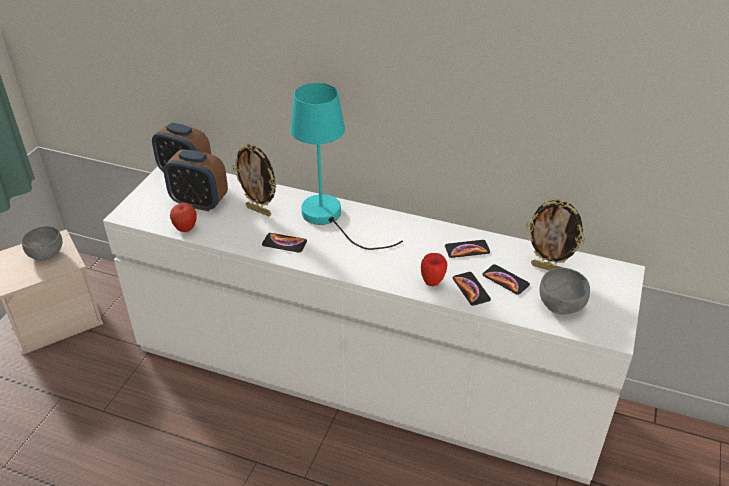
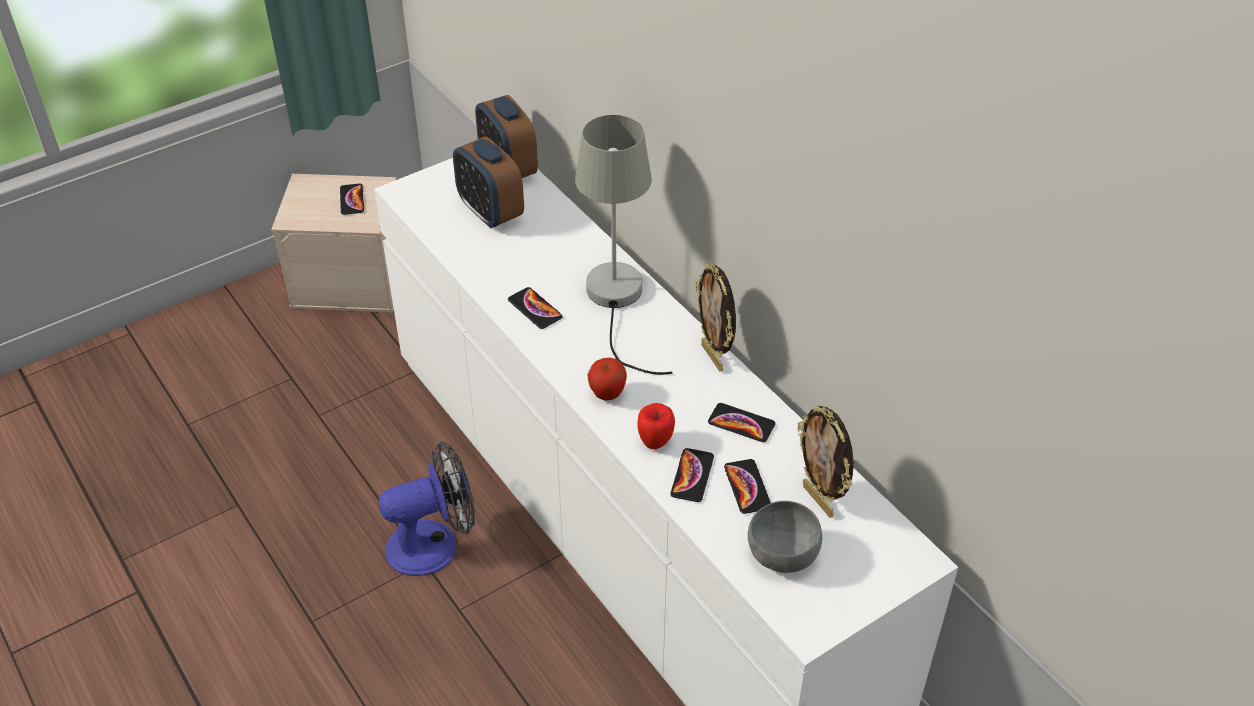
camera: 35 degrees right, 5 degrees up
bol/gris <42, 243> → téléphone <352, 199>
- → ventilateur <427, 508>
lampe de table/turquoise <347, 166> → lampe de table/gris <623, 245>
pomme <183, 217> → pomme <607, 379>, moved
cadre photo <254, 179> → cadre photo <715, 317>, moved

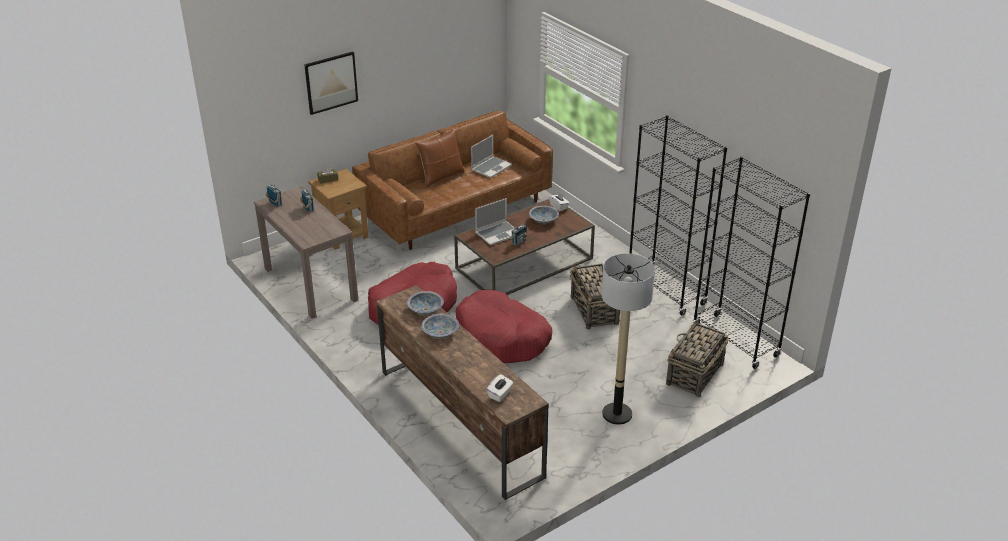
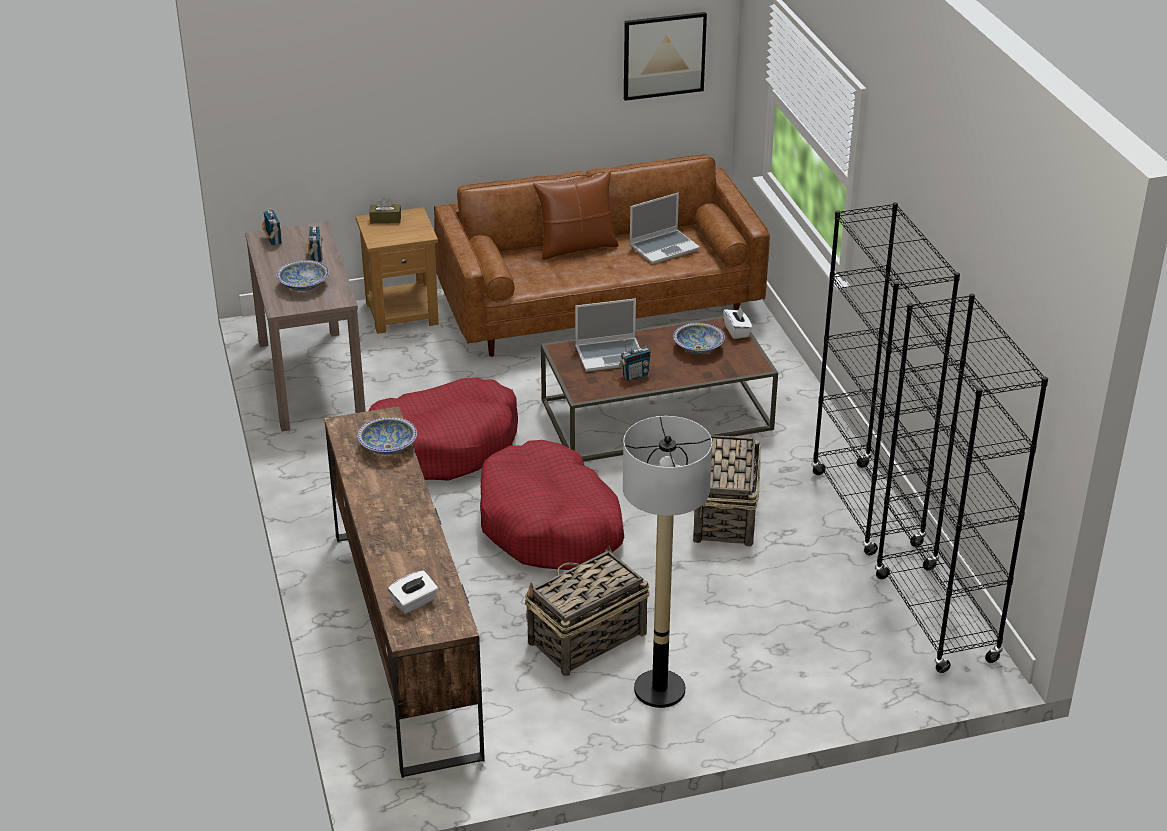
camera: 20 degrees right, 0 degrees up
bol <440, 326> → bol <302, 275>, moved
panier <697, 359> → panier <587, 610>, moved
tableau <331, 83> → tableau <665, 56>, moved

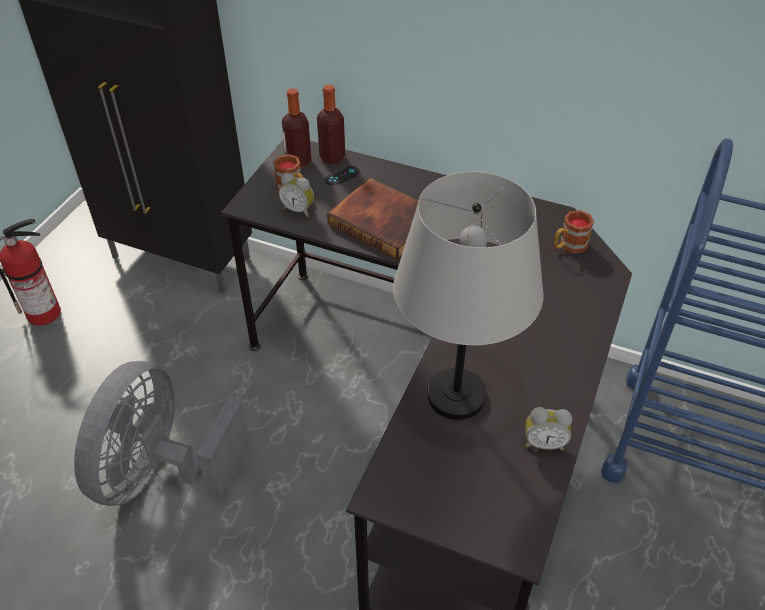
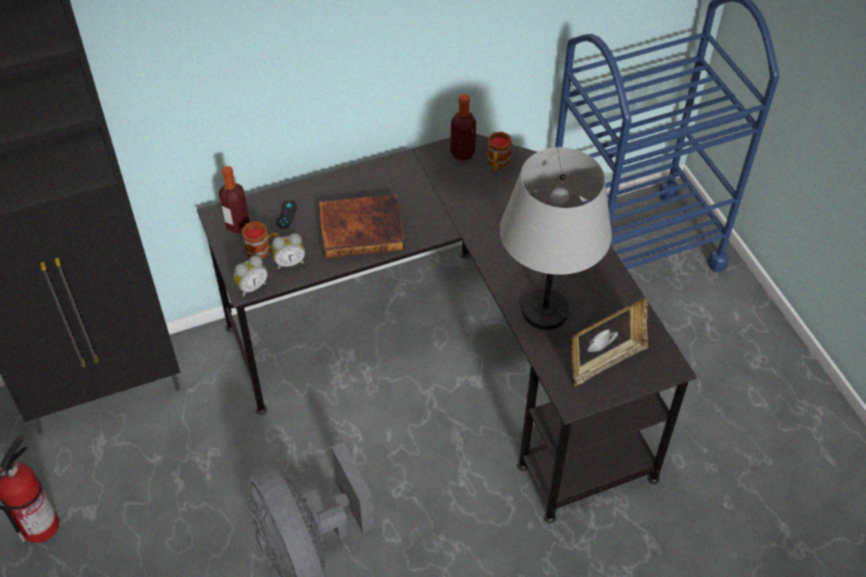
camera: 45 degrees left, 5 degrees up
réveil <548, 429> → réveil <250, 276>, moved
bouteille <331, 124> → bouteille <463, 127>, moved
- → cadre photo <610, 342>

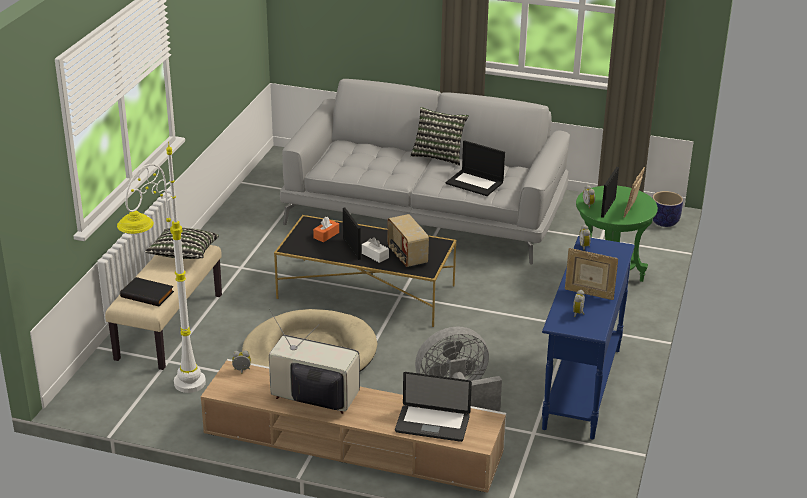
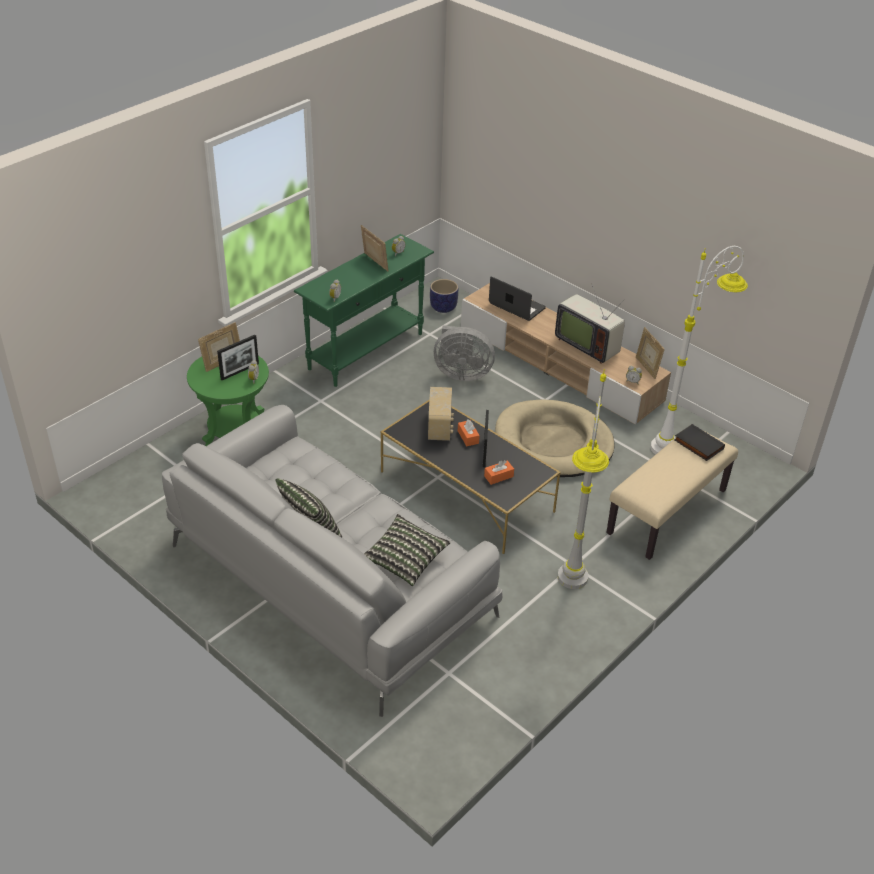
camera: 155 degrees left, 10 degrees up
table console/bleu <588, 338> → table console/vert <364, 310>
coussin <182, 243> → coussin <407, 550>, moved
cache-pot <667, 209> → cache-pot <444, 296>, moved
boîte à mouchoirs/blanc <375, 250> → boîte à mouchoirs/orange <469, 432>
- → lampadaire/gris <583, 479>
- → cadre photo <650, 353>
ordinateur portable <475, 168> → -

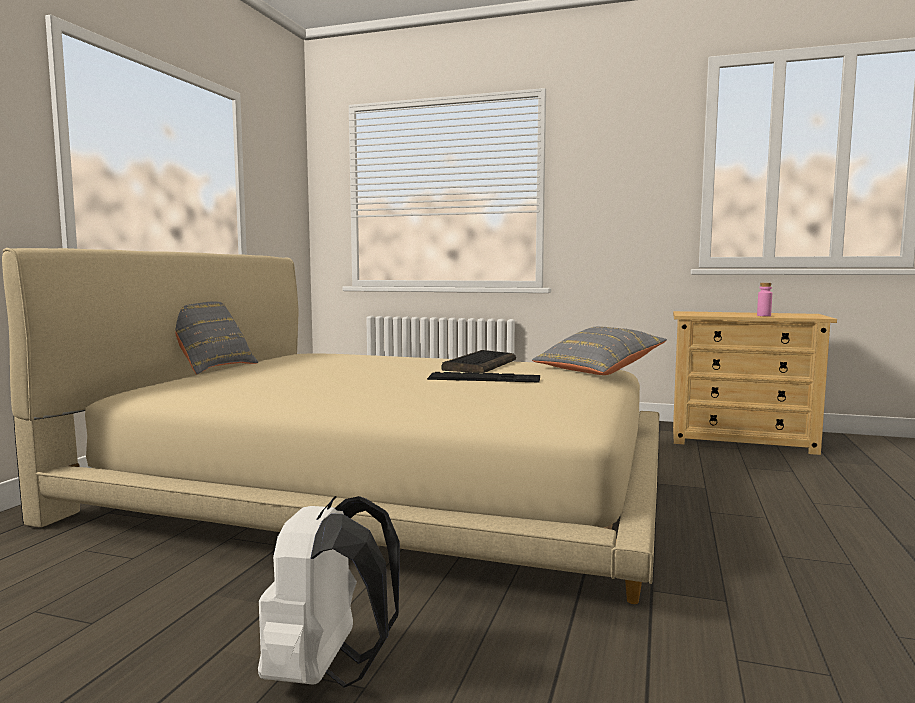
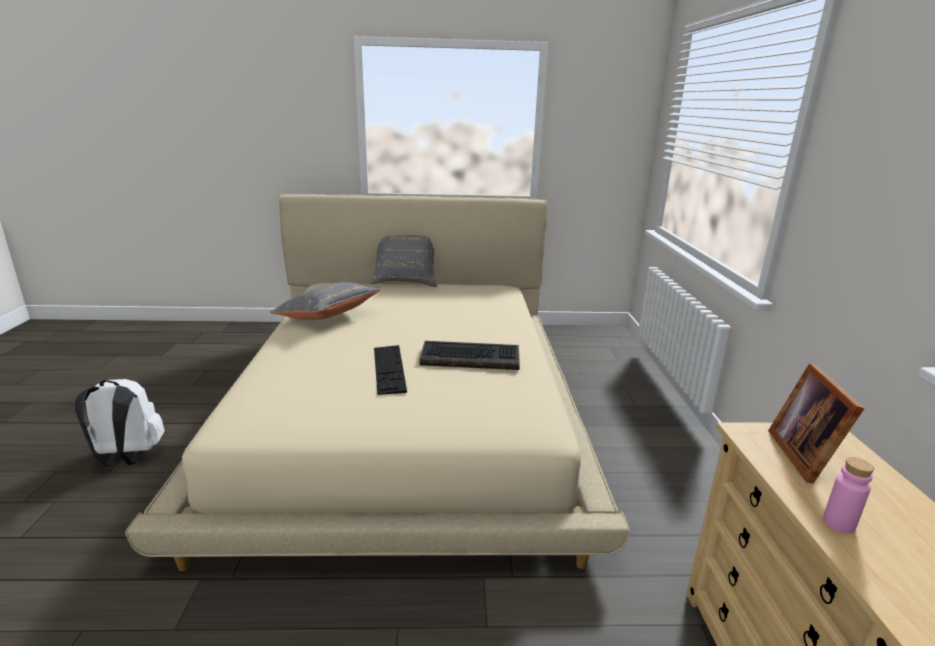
camera: 70 degrees right, 15 degrees up
coussin/gris <599, 350> → coussin/gris <325, 301>, moved
- → cadre photo <816, 423>

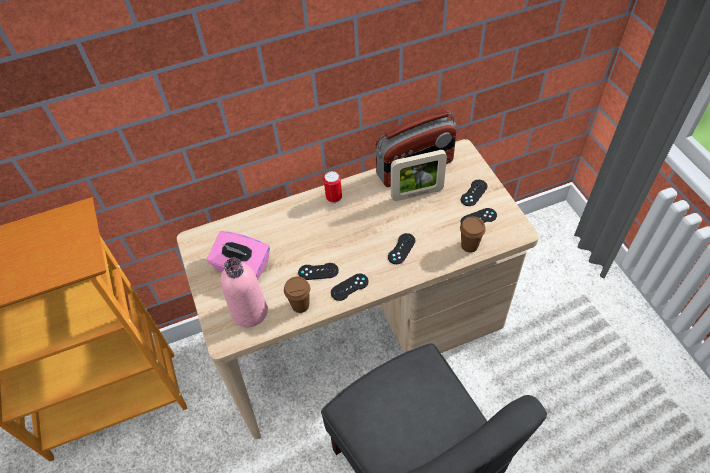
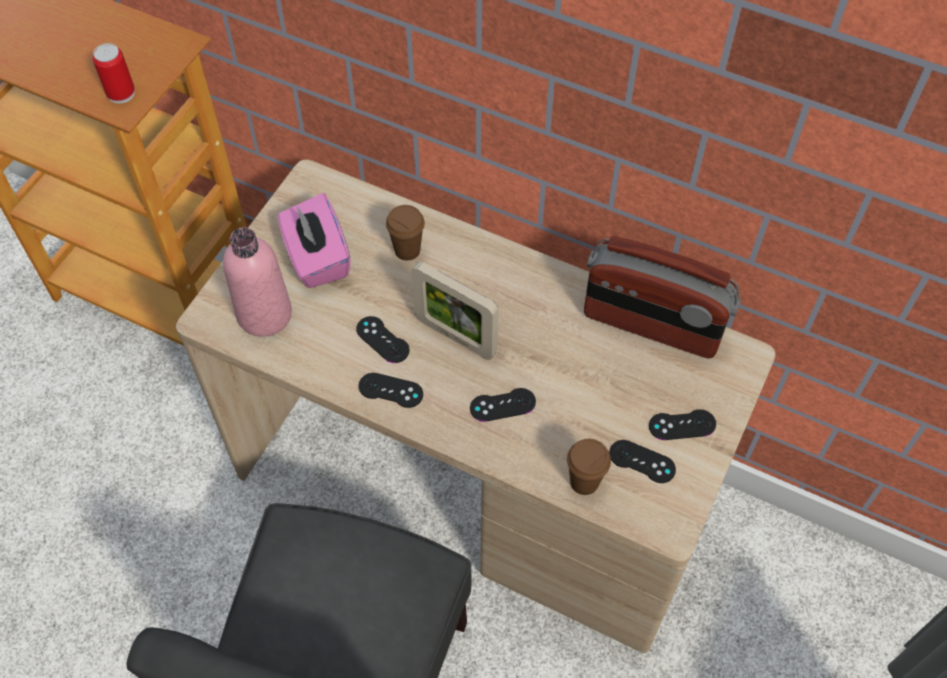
camera: 45 degrees right, 5 degrees up
boîte métallique <333, 187> → boîte métallique <114, 73>, moved
tasse/marron <297, 295> → tasse/marron <405, 233>, moved
cadre photo <419, 175> → cadre photo <455, 311>, moved

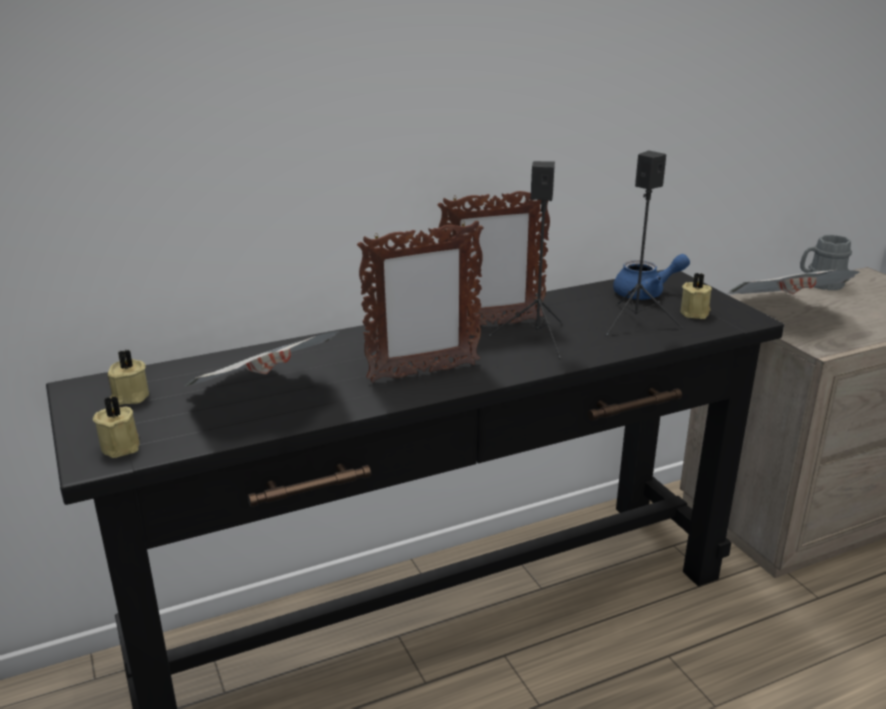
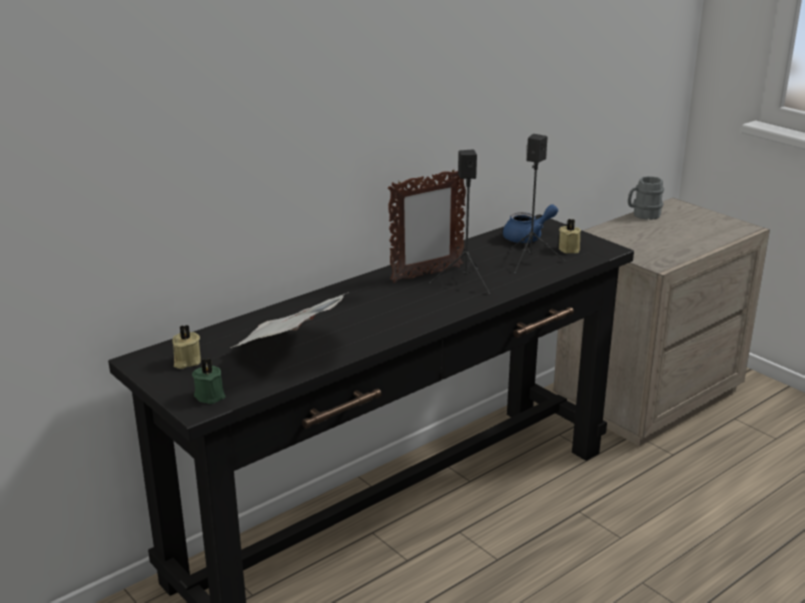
camera: 15 degrees left, 0 degrees up
bougie/beige <116, 427> → bougie/vert <208, 381>
cadre photo <420, 301> → -
journal <794, 281> → -

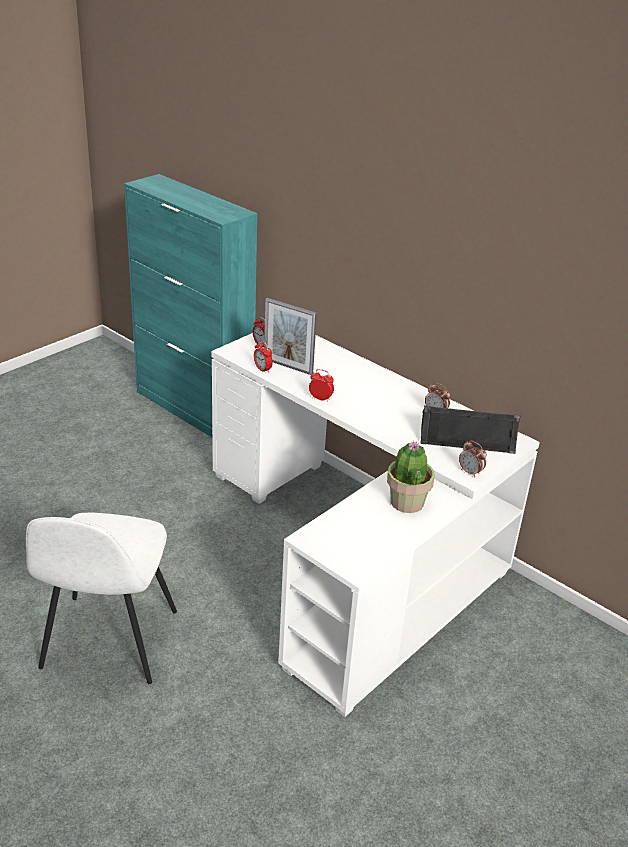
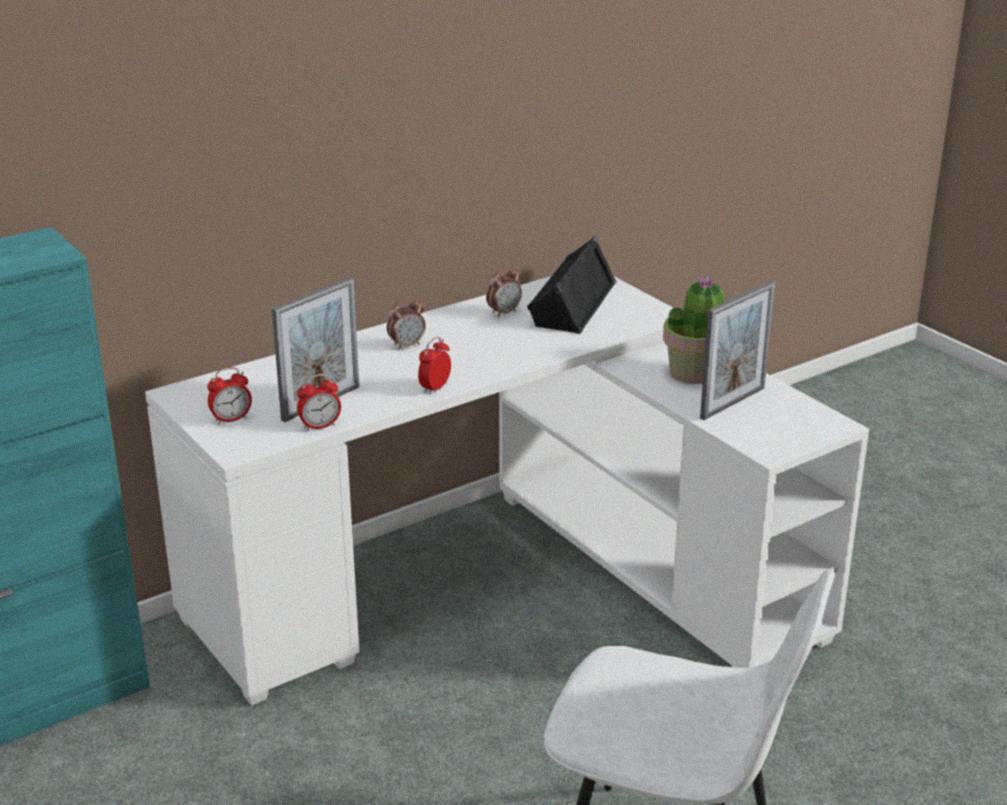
camera: 75 degrees left, 5 degrees down
réveil <473, 459> → réveil <406, 323>, moved
- → cadre photo <737, 350>

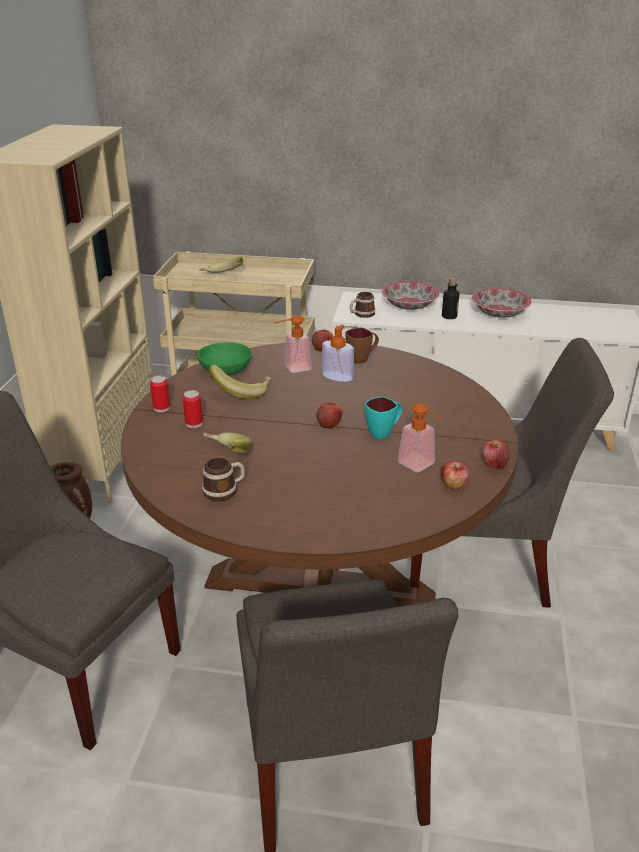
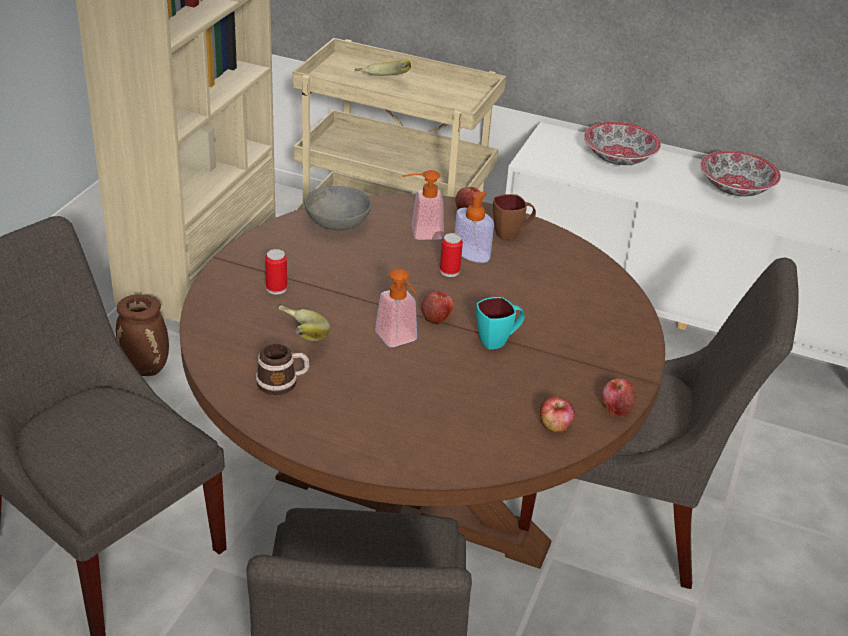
camera: 10 degrees right, 5 degrees up
bol/vert <224, 358> → bol/gris <338, 208>
distributeur de savon <419, 437> → distributeur de savon <396, 307>, moved
boîte métallique <160, 394> → boîte métallique <451, 255>, moved
banane <240, 382> → -
mug <363, 305> → -
bouteille <450, 298> → -

